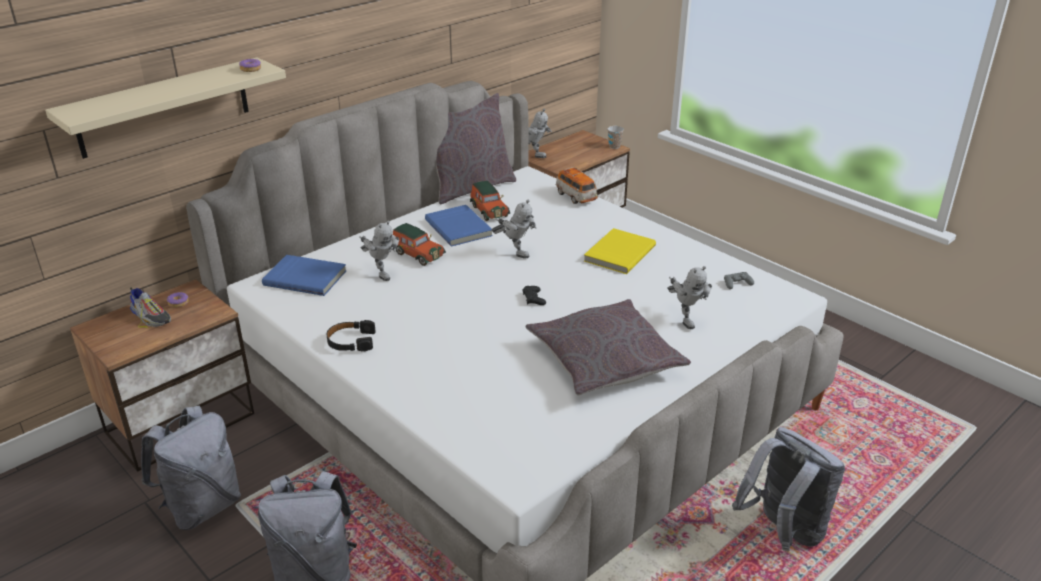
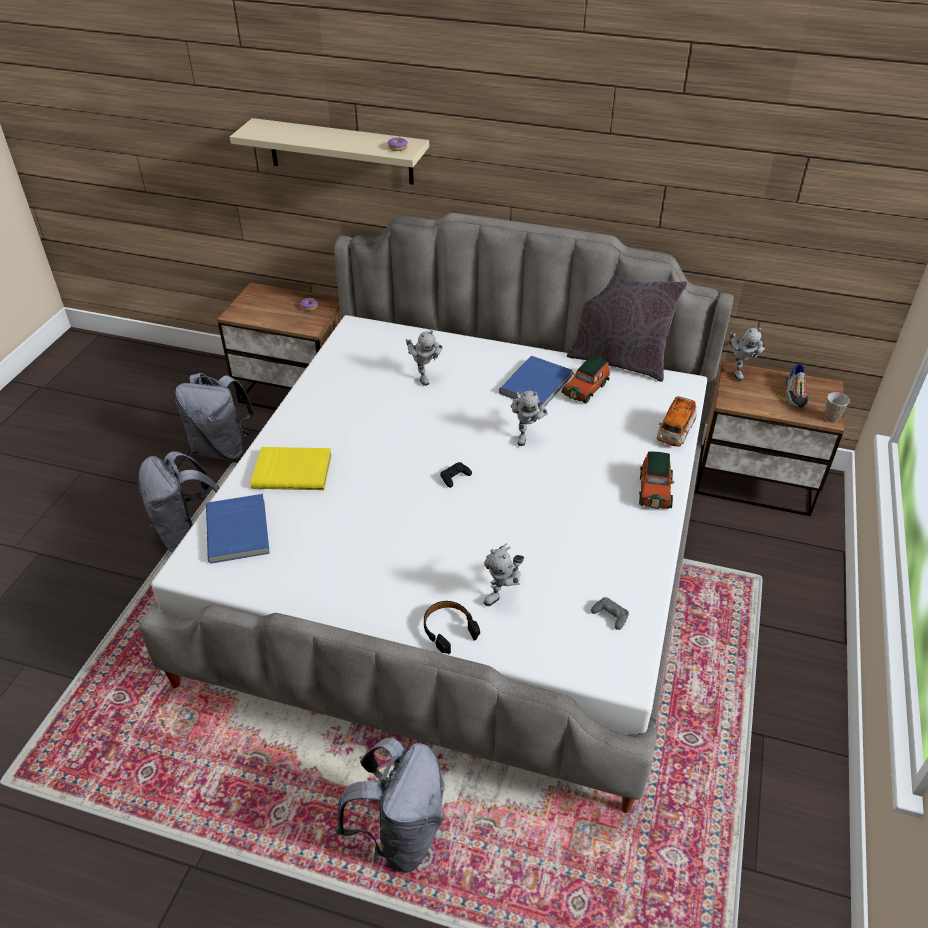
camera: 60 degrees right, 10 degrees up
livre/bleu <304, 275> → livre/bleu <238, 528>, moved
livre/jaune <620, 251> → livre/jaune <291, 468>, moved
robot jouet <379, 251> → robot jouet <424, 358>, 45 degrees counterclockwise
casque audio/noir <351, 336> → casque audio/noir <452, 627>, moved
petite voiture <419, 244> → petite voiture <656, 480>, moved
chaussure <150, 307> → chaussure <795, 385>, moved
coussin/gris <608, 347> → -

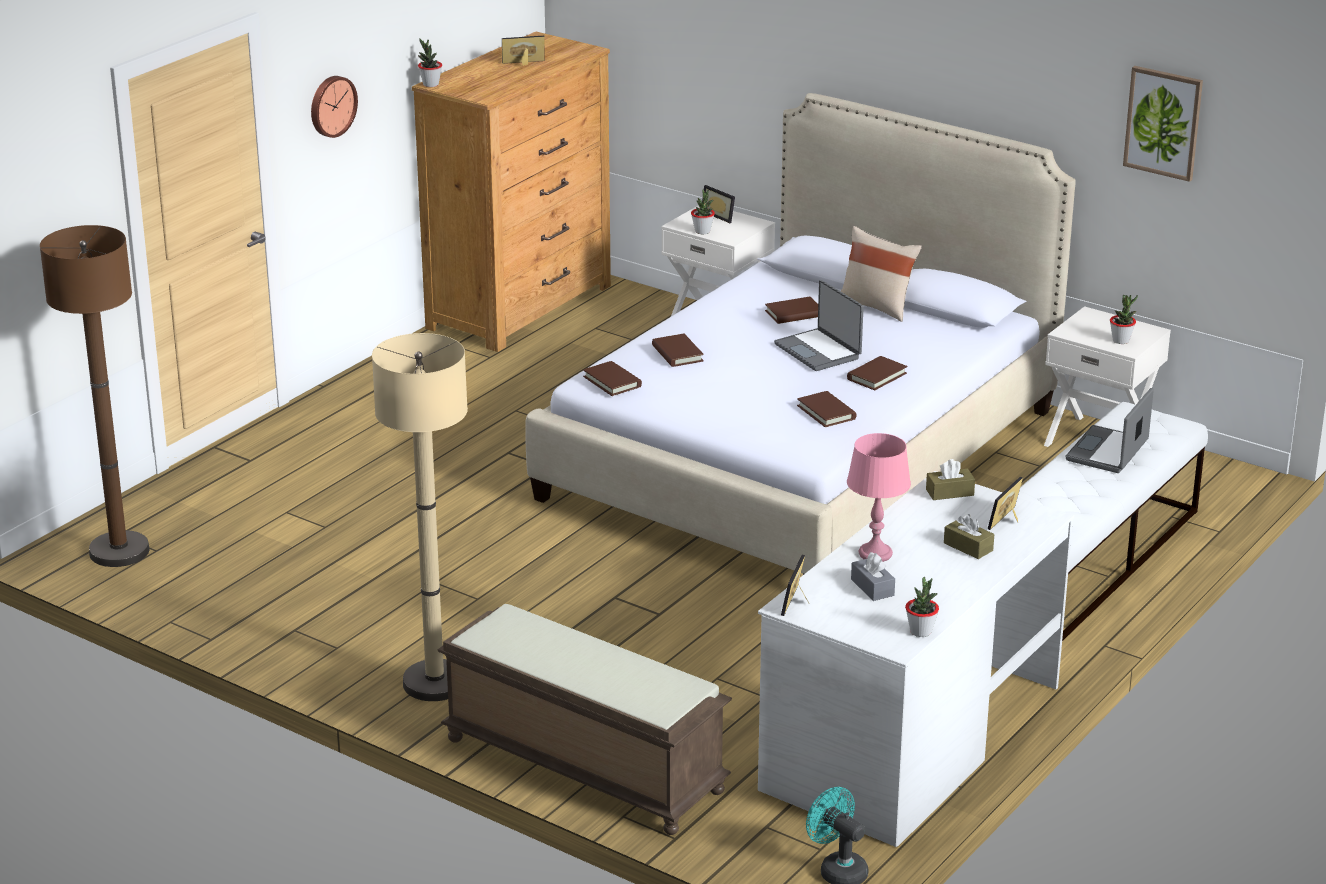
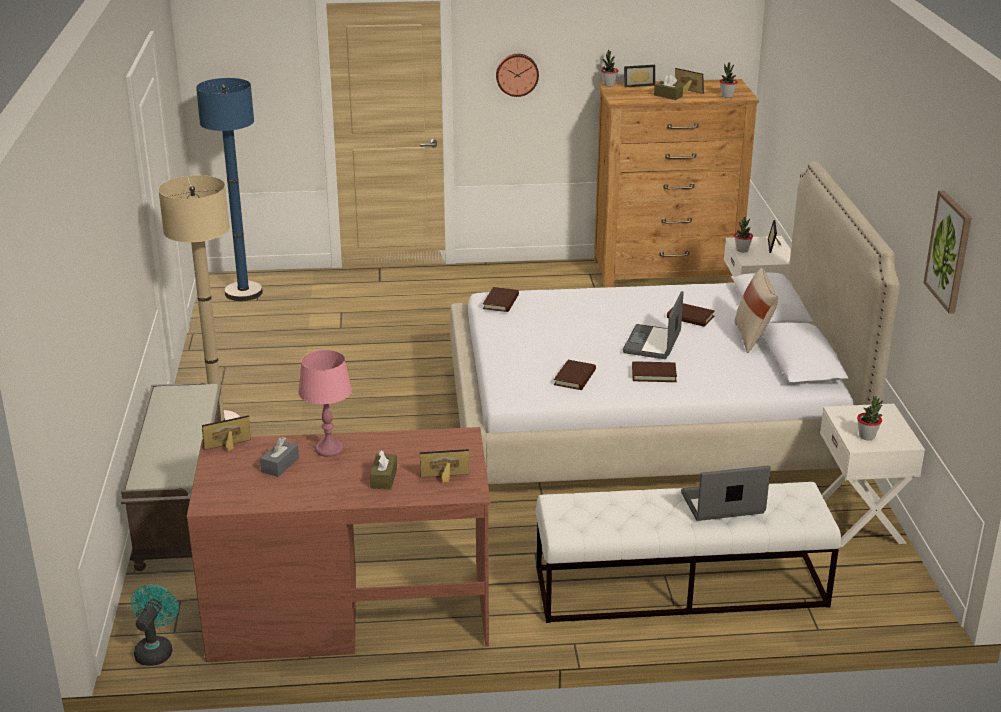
camera: 50 degrees right, 0 degrees up
bureau/blanc <916, 659> → bureau/marron <338, 544>
lampadaire/marron <95, 396> → lampadaire/bleu <229, 189>
- → cadre photo <639, 76>
boîte à mouchoirs/marron <950, 479> → boîte à mouchoirs/marron <668, 87>, moved
plante en pot <922, 607> → plante en pot <729, 80>, moved
livre/marron <678, 350> → -

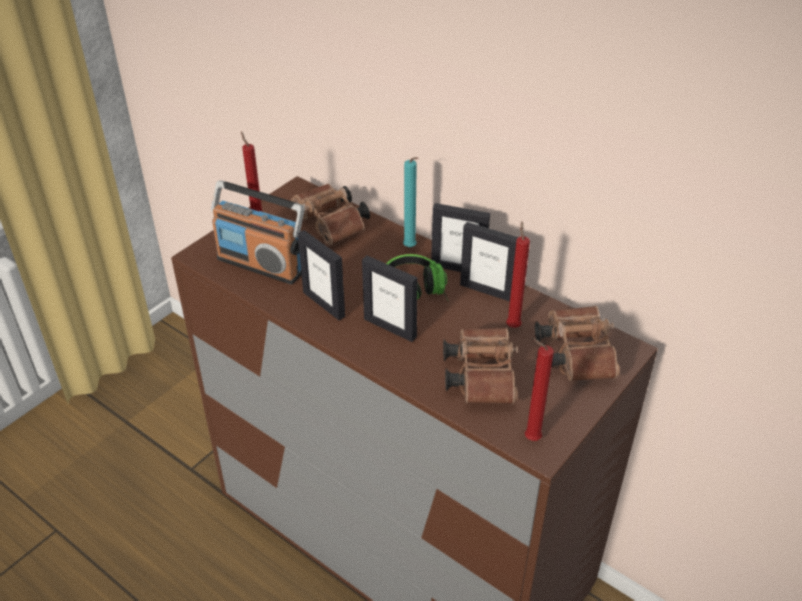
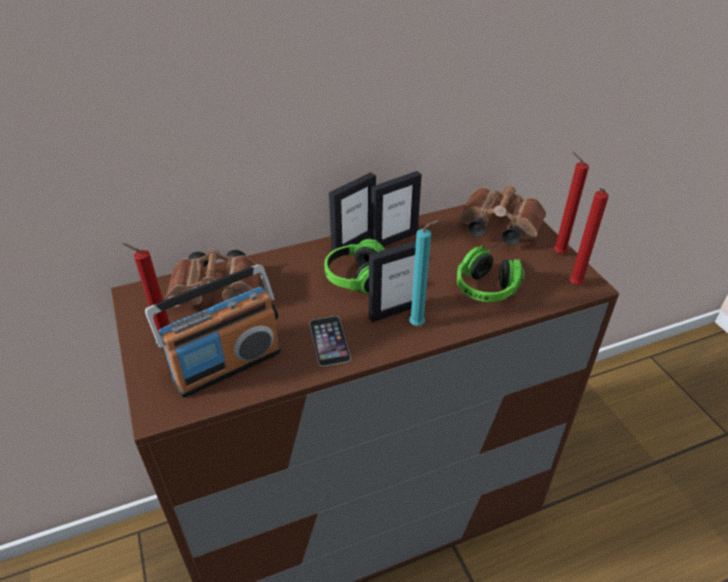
camera: 60 degrees left, 0 degrees up
cadre photo <321, 275> → téléphone <330, 341>
bougie/turquoise <410, 202> → bougie/turquoise <424, 273>, moved
jumelles/marron <480, 366> → casque audio <490, 272>
bougie/rouge <518, 274> → bougie/rouge <571, 202>, moved

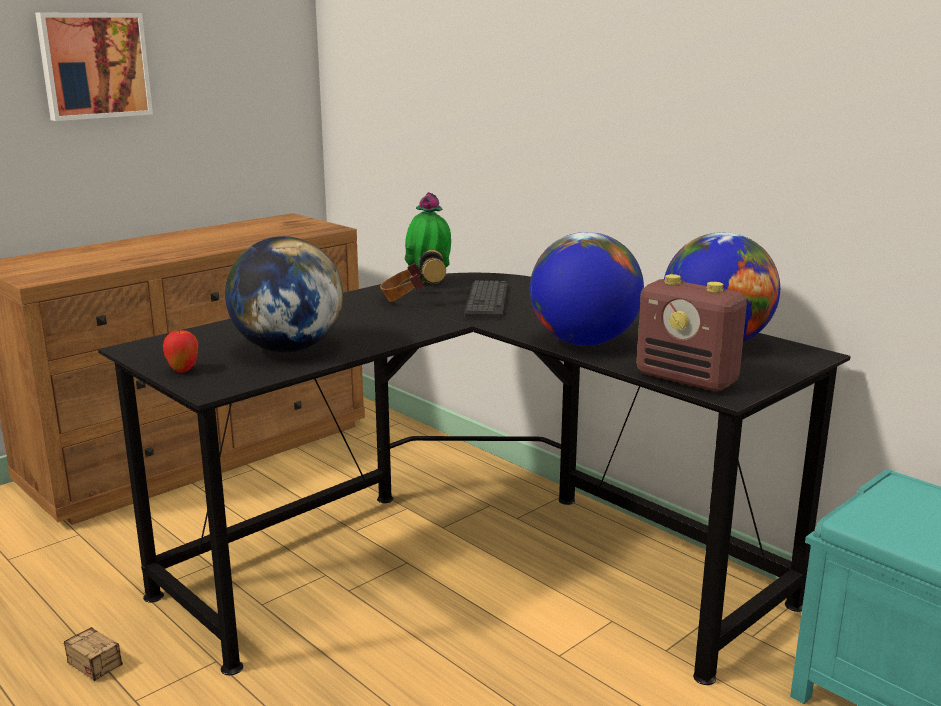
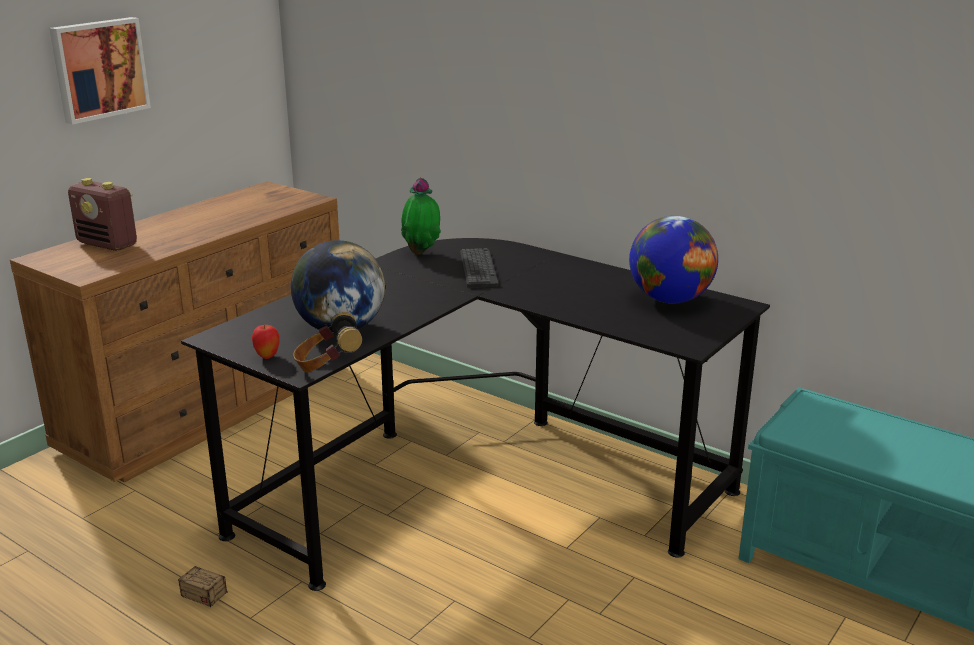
camera: 10 degrees left, 5 degrees up
radio <692, 333> → radio <102, 214>, moved
casque audio <413, 276> → casque audio <327, 342>, moved
globe <587, 289> → -

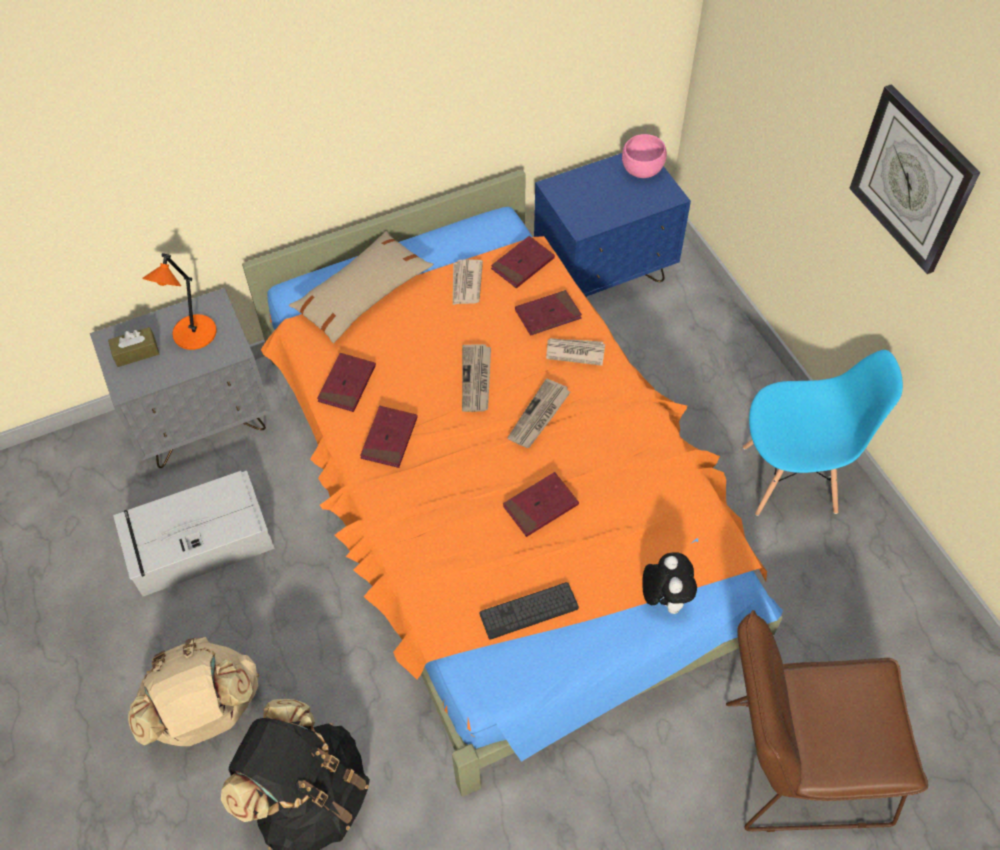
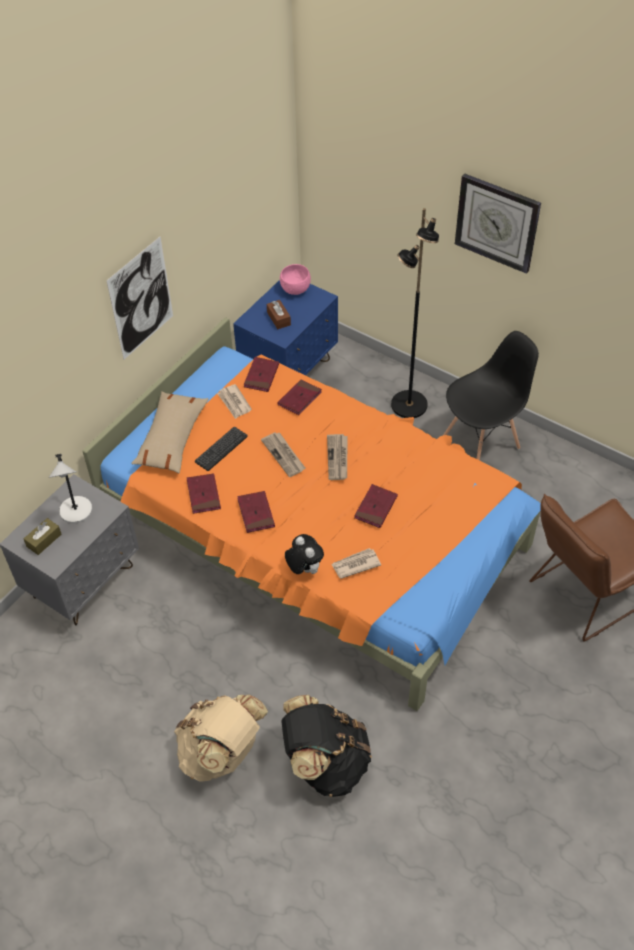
camera: 30 degrees left, 5 degrees down
lampe de table/orange <179, 301> → lampe de table/gris <70, 488>
- → tableau <140, 298>
clavier <529, 611> → clavier <221, 449>, moved
- → boîte à mouchoirs/marron <279, 314>
peluche <669, 583> → peluche <304, 554>, moved
journal <575, 352> → journal <356, 563>, moved
- → lampadaire/noir <415, 313>
chaise/bleu <823, 433> → chaise/noir <491, 395>
boîte de rangement/gris <194, 533> → -

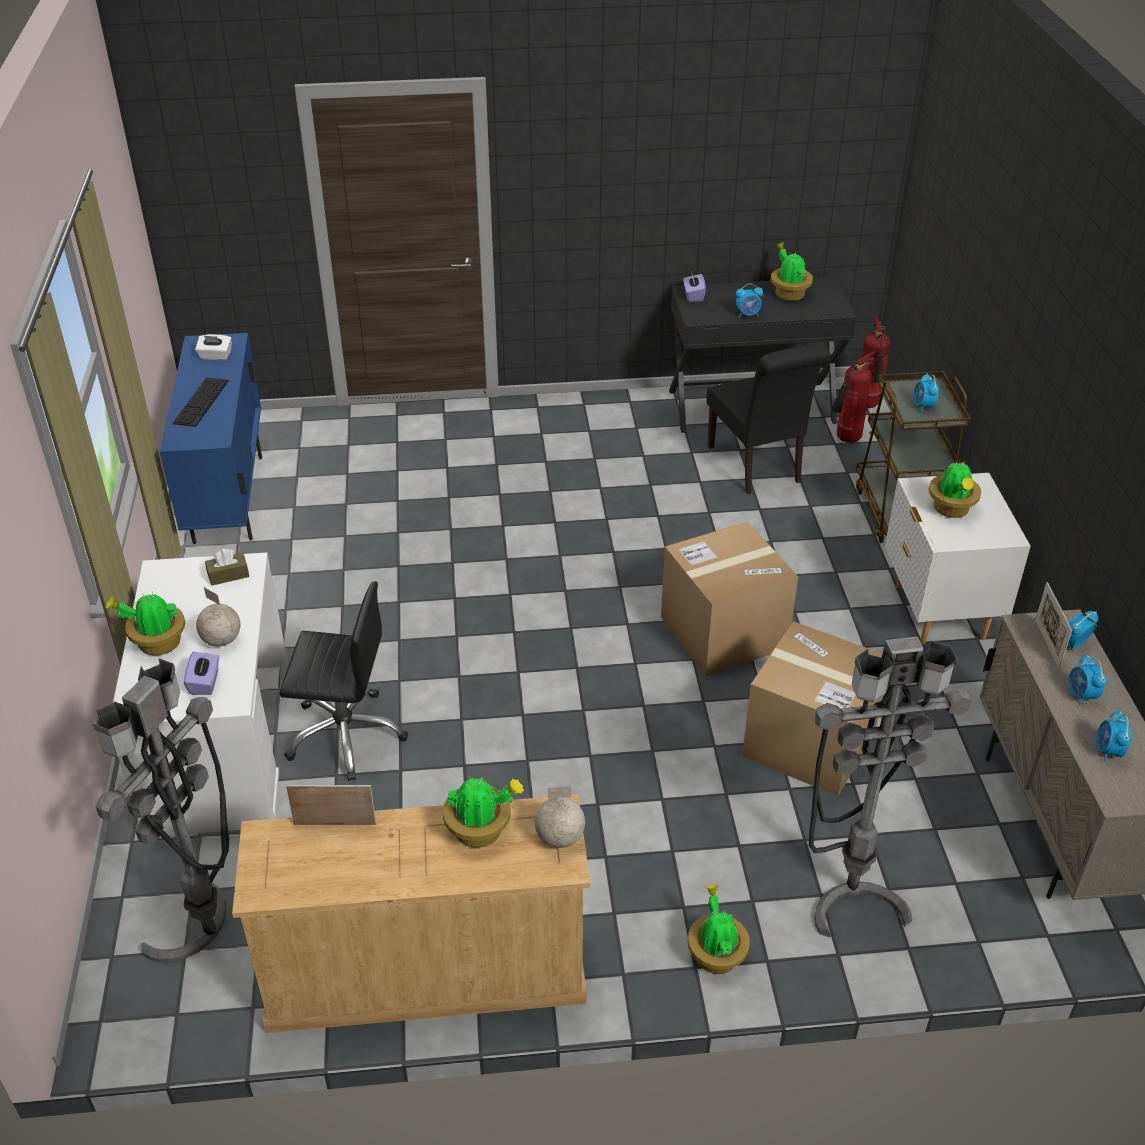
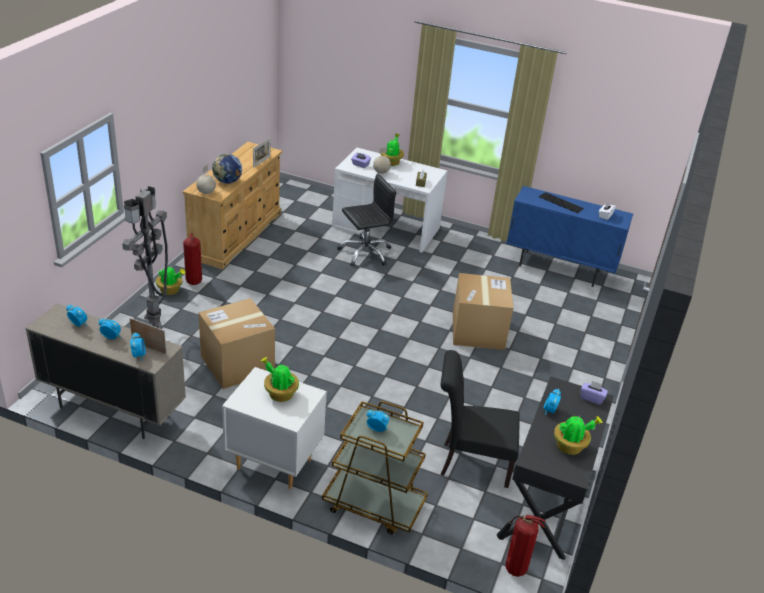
camera: 115 degrees right, 5 degrees down
extincteur <853, 397> → extincteur <192, 259>, moved
plante en pot <483, 812> → globe <227, 169>
chaise de bureau/noir <344, 681> → chaise de bureau/noir <367, 220>, 150 degrees counterclockwise
carton <729, 599> → carton <483, 311>, moved
lampadaire/gris <161, 810> → -

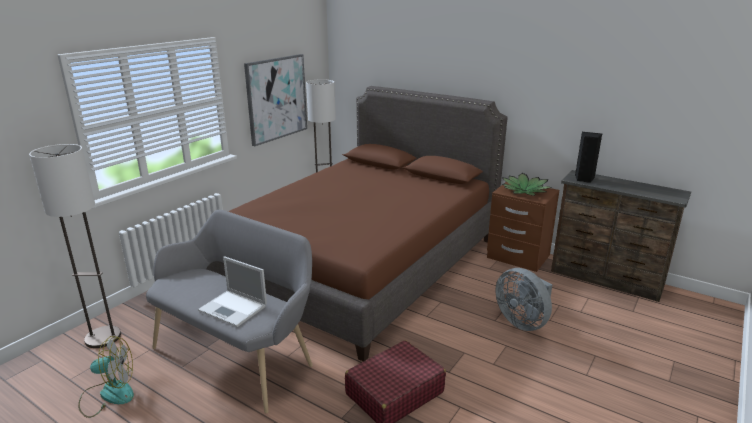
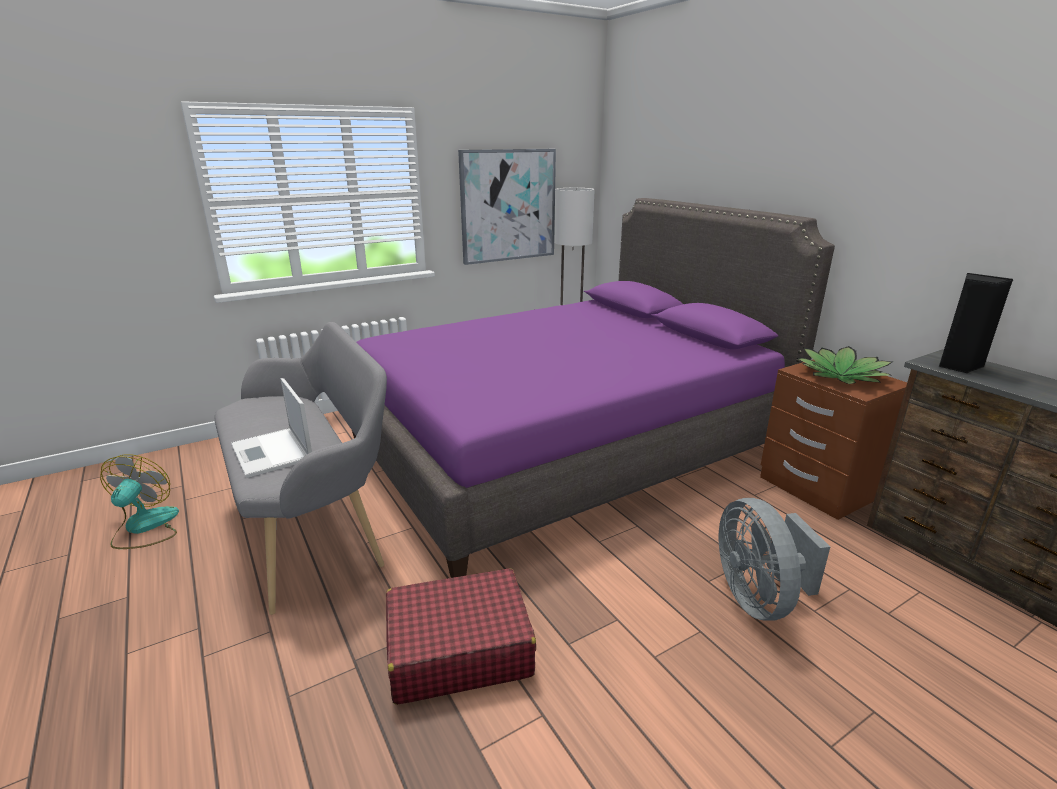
camera: 25 degrees right, 0 degrees up
ventilateur <106, 377> → ventilateur <139, 501>, 105 degrees counterclockwise
lit/marron <357, 224> → lit/violet <593, 388>
lampadaire <75, 246> → -

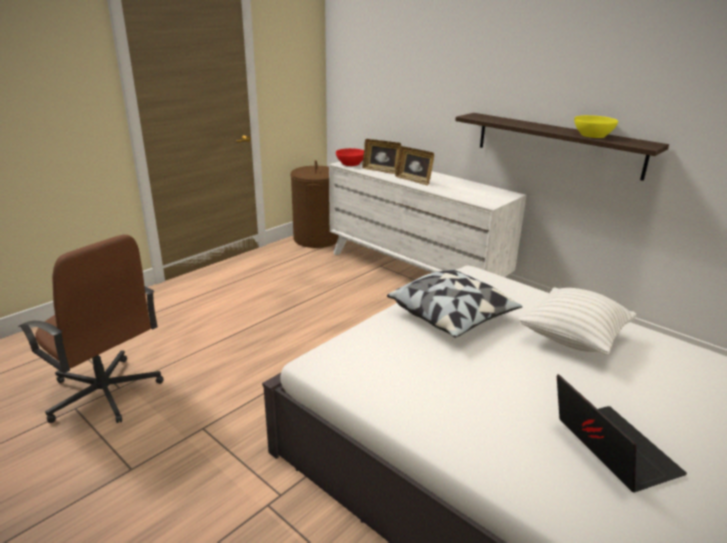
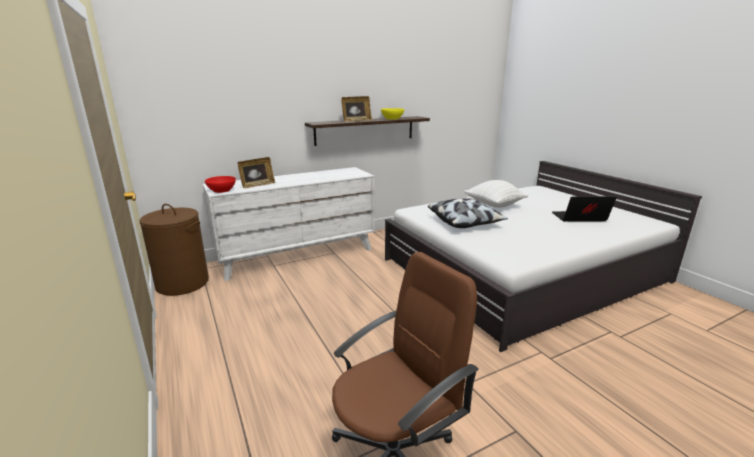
camera: 70 degrees left, 5 degrees down
cadre photo <414, 165> → cadre photo <356, 109>, moved

